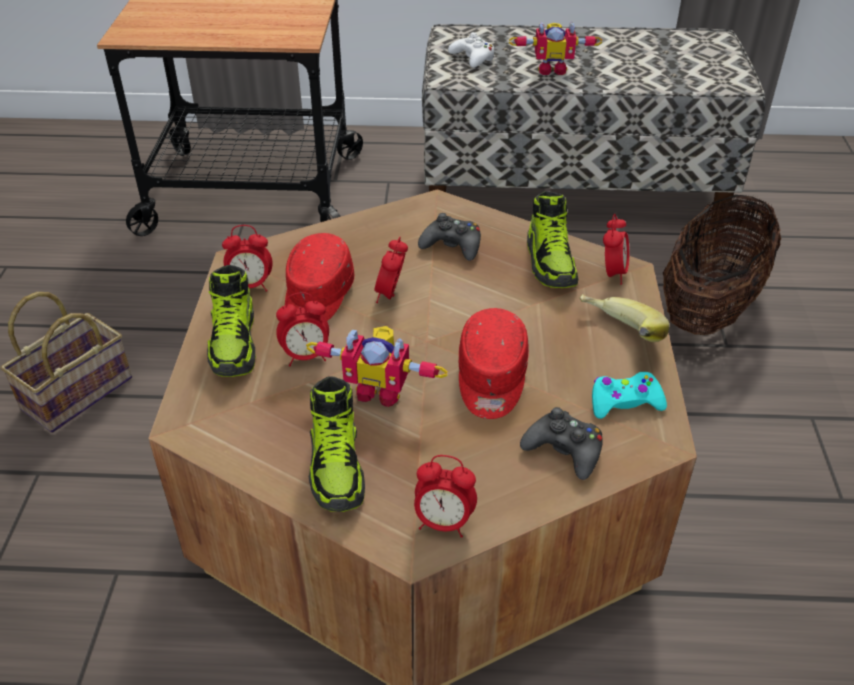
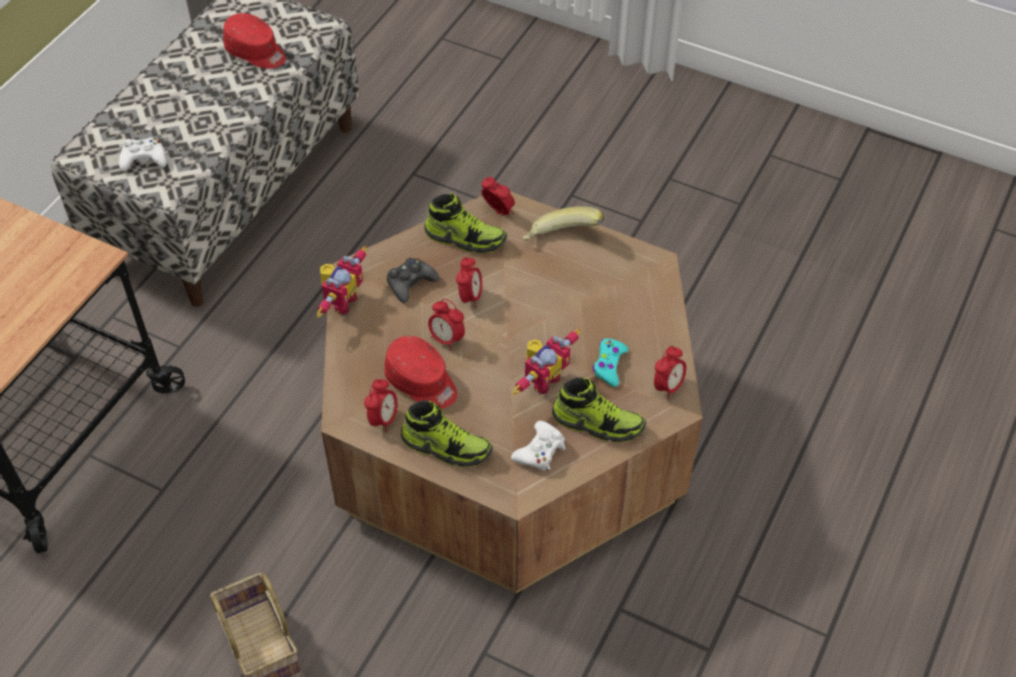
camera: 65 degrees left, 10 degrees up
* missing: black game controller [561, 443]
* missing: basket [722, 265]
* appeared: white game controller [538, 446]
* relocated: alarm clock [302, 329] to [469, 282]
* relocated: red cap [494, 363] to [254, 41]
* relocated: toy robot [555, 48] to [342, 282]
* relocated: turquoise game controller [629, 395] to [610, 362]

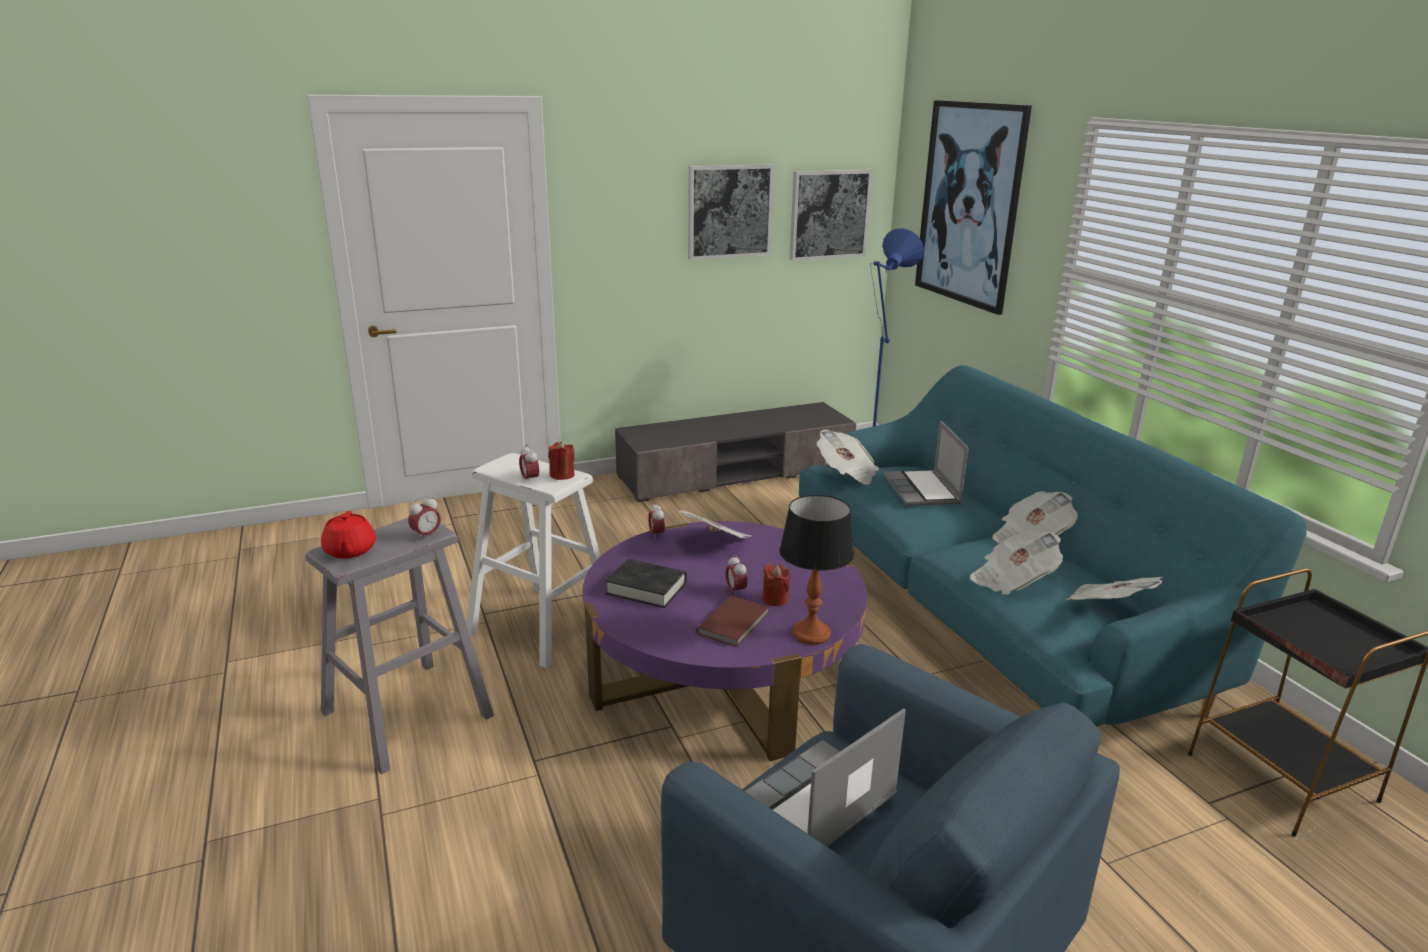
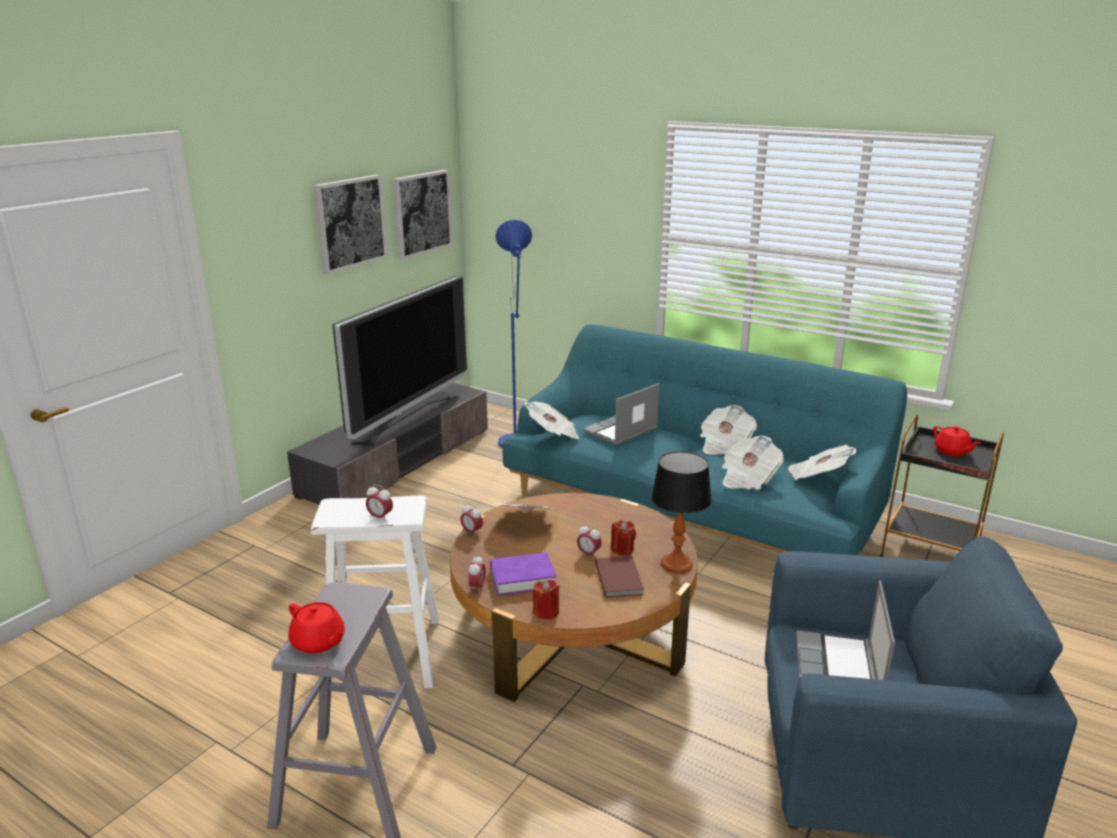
camera: 35 degrees left, 0 degrees up
* missing: picture [973, 207]
* appeared: television [399, 360]
* appeared: red teapot [956, 441]
* relocated: alarm clock [424, 518] to [477, 574]
* relocated: red candle [561, 460] to [546, 600]
* colour: purple coffee table [725, 641] to brown coffee table [574, 597]
* colour: black book [646, 583] to purple book [523, 574]
* spun: laptop [926, 463] = [621, 414] 90 degrees clockwise

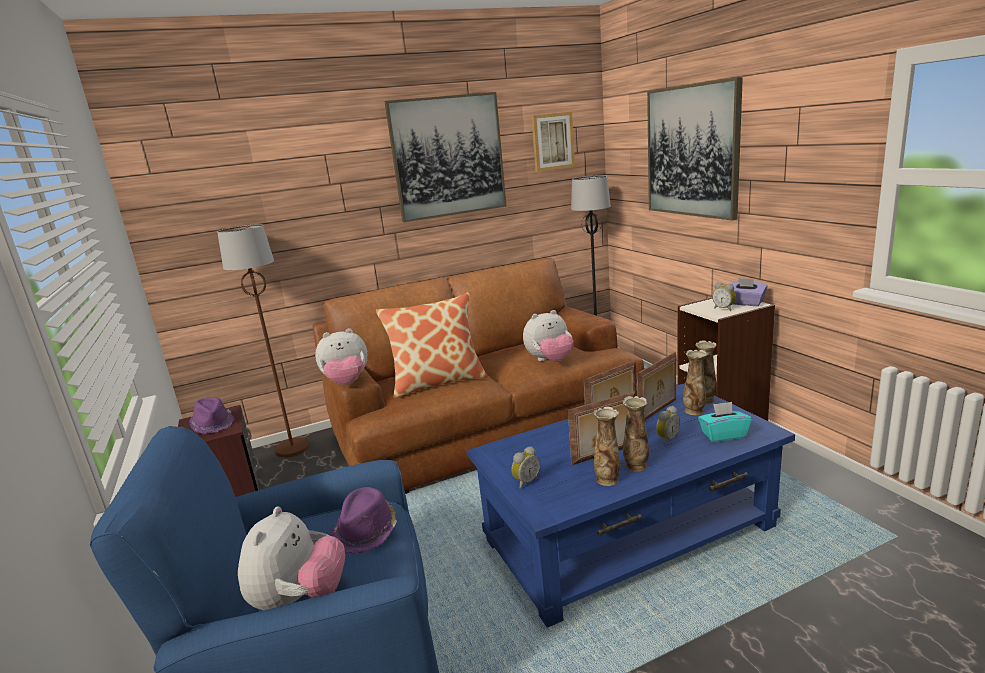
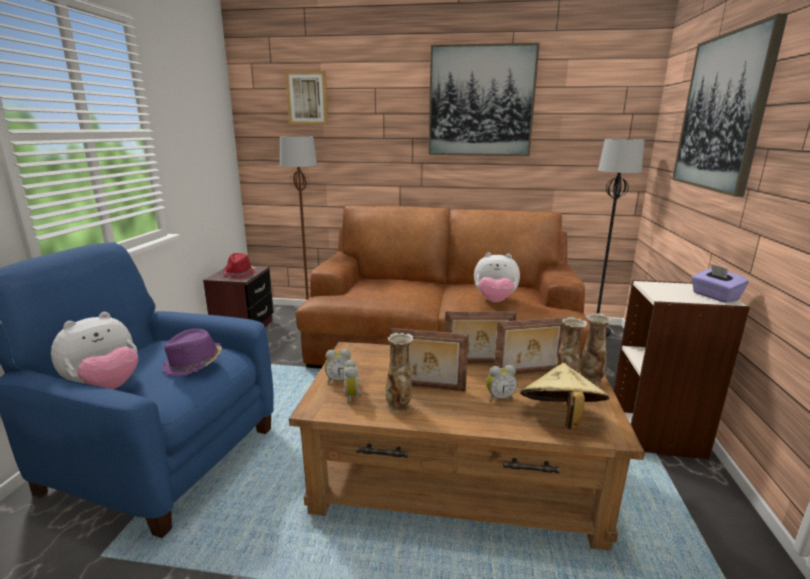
camera: 30 degrees right, 0 degrees up
* missing: plush toy [341, 356]
* missing: pillow [431, 345]
* missing: vase [636, 434]
* relocated: picture [553, 142] to [306, 98]
* relocated: alarm clock [724, 296] to [353, 381]
* exchanged: turquoise tissue box [725, 422] to beige hat [564, 396]
* colour: purple hat [211, 415] to red hat [239, 265]
* colour: blue coffee table [631, 505] to brown coffee table [467, 446]

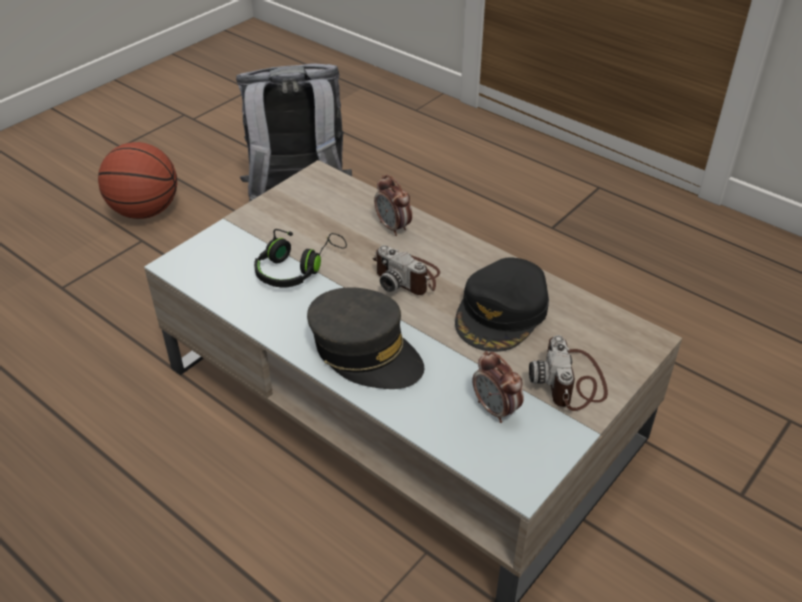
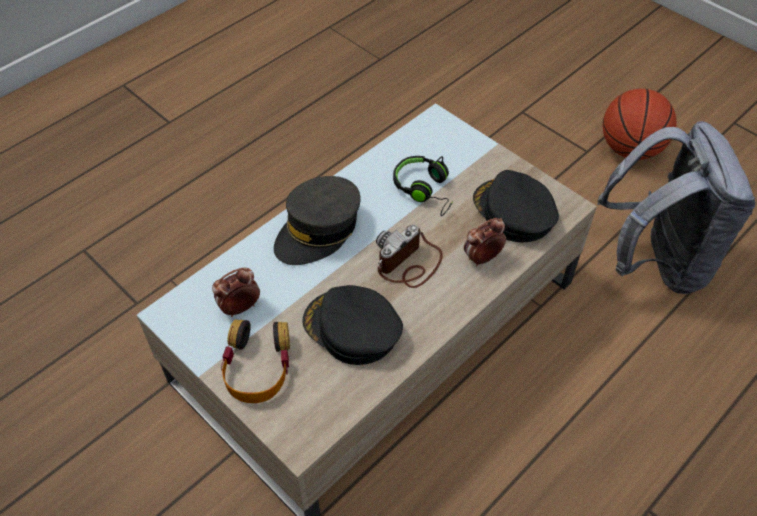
camera: 95 degrees right, 10 degrees up
* appeared: black cap [516, 206]
* exchanged: photo camera [568, 373] to headphones [255, 361]

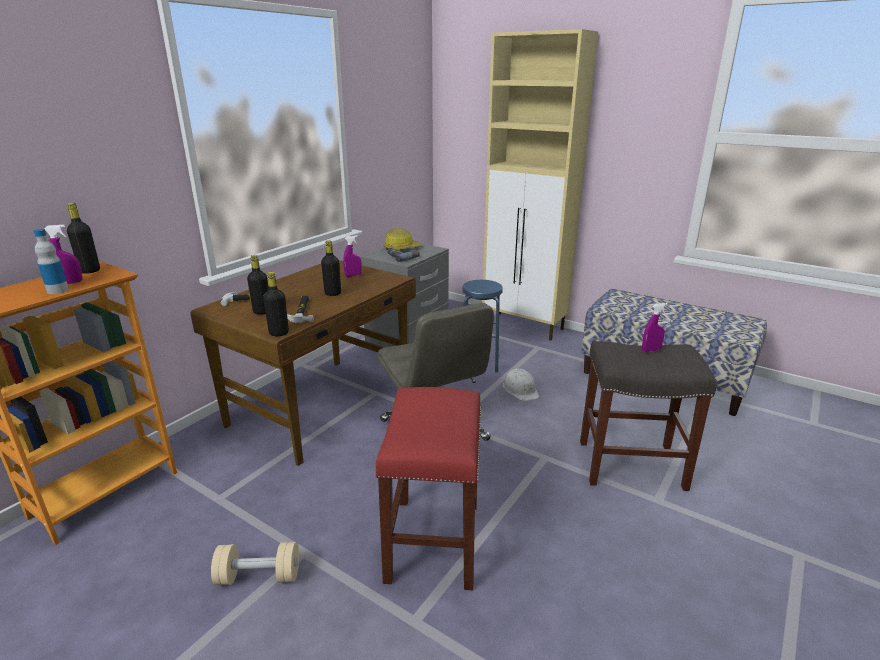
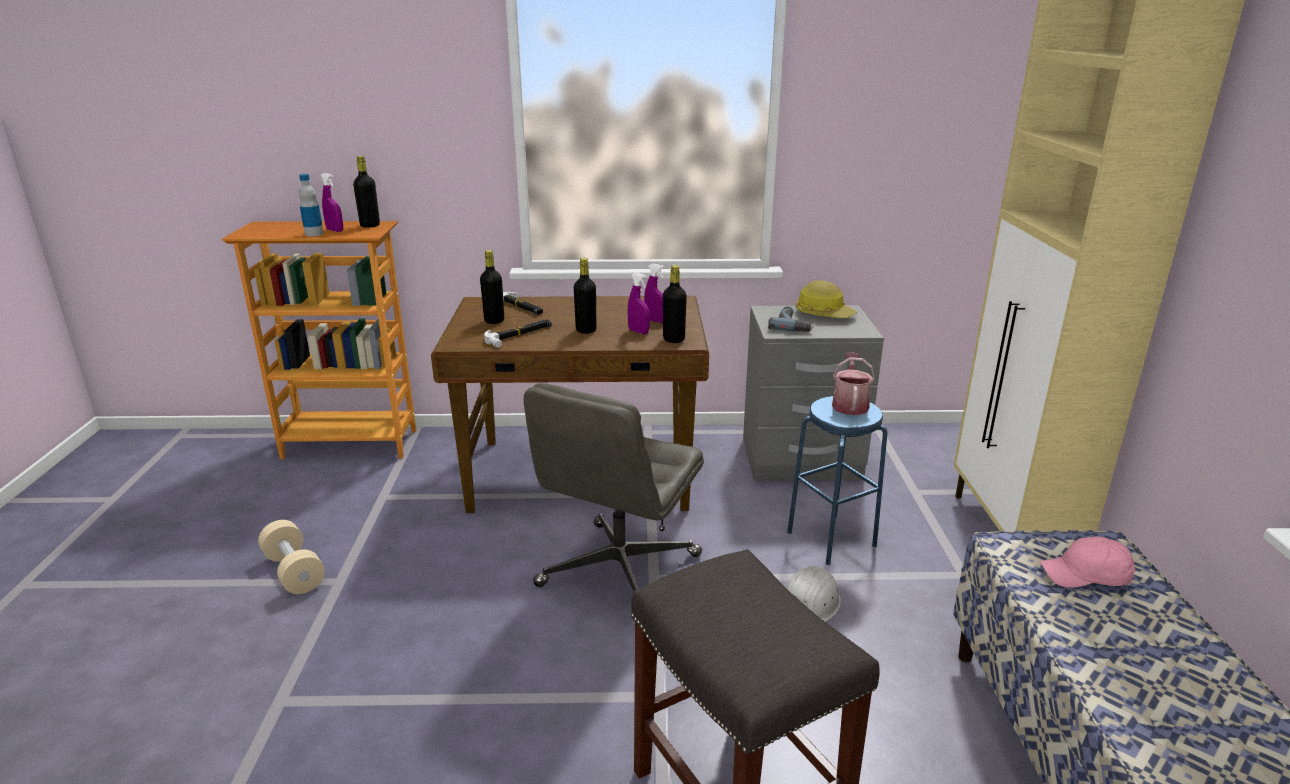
camera: 55 degrees right, 0 degrees up
* missing: red stool [428, 488]
* appeared: watering can [853, 383]
* appeared: pink cap [1087, 562]
* relocated: black bottle [276, 304] to [675, 304]
* relocated: purple spray bottle [655, 327] to [639, 303]

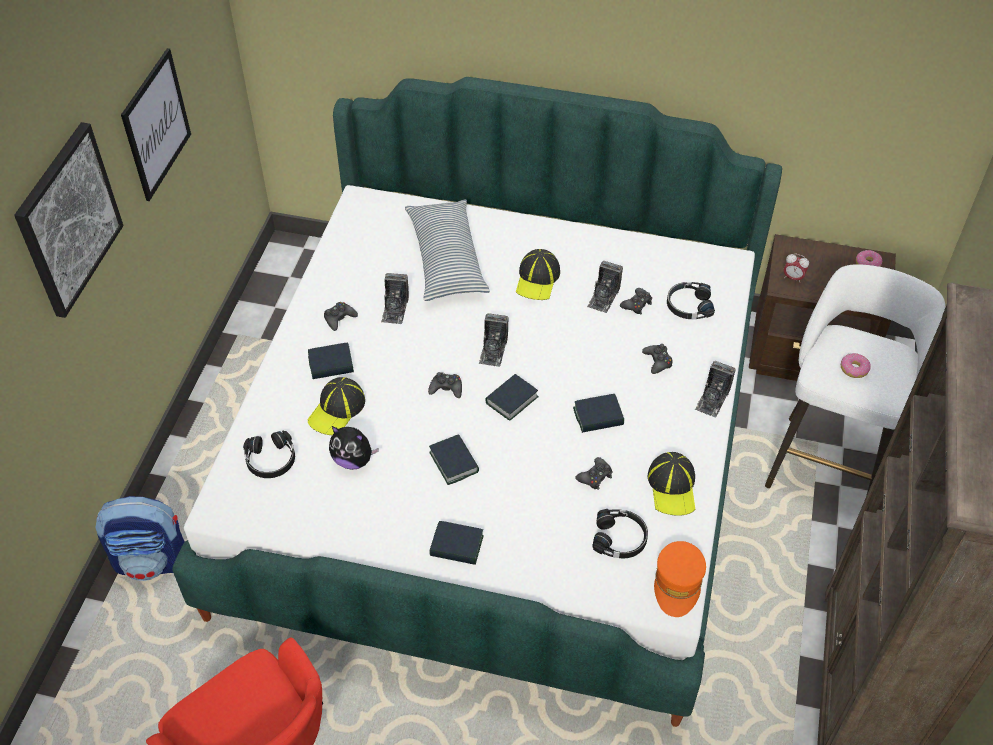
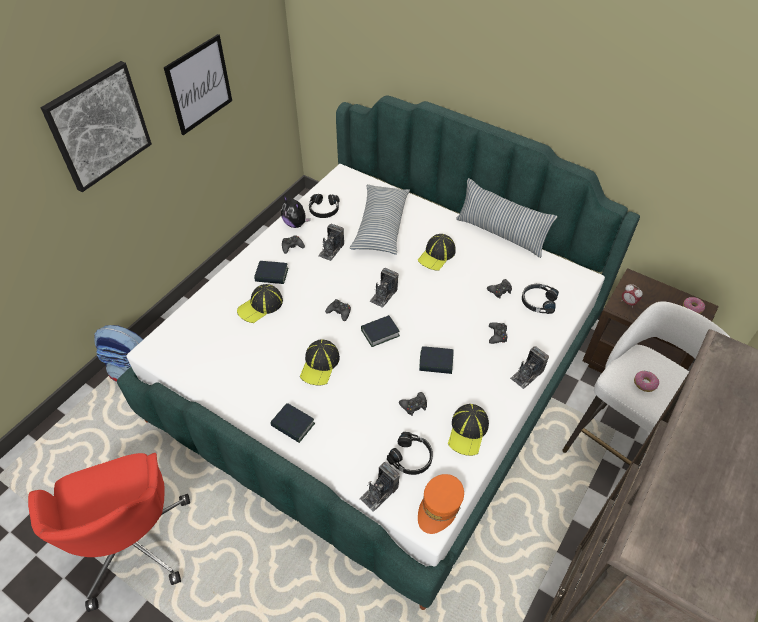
camera: 20 degrees right, 0 degrees up
* appeared: pillow [506, 218]
* relocated: black headphones [269, 454] to [324, 206]
* relocated: plush toy [354, 448] to [295, 212]
* relocated: photo camera [605, 287] to [379, 487]
* exchanged: book [454, 459] to cap [320, 362]

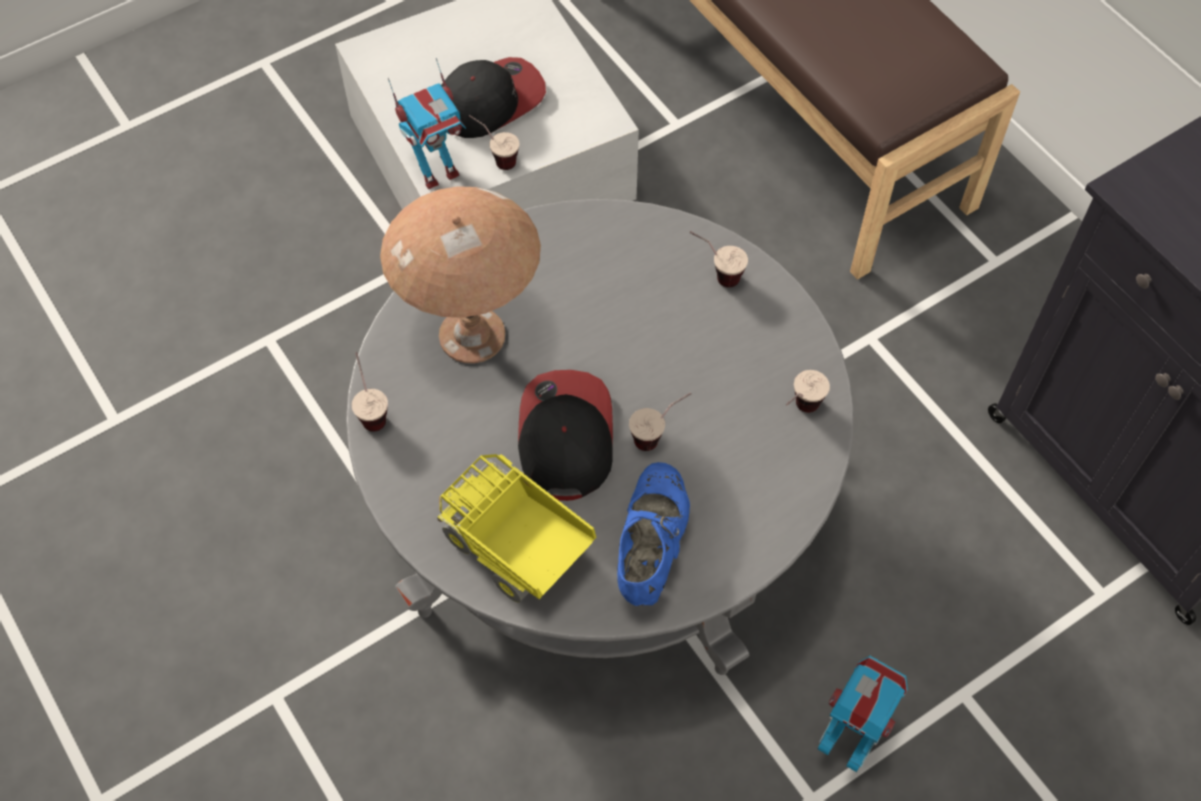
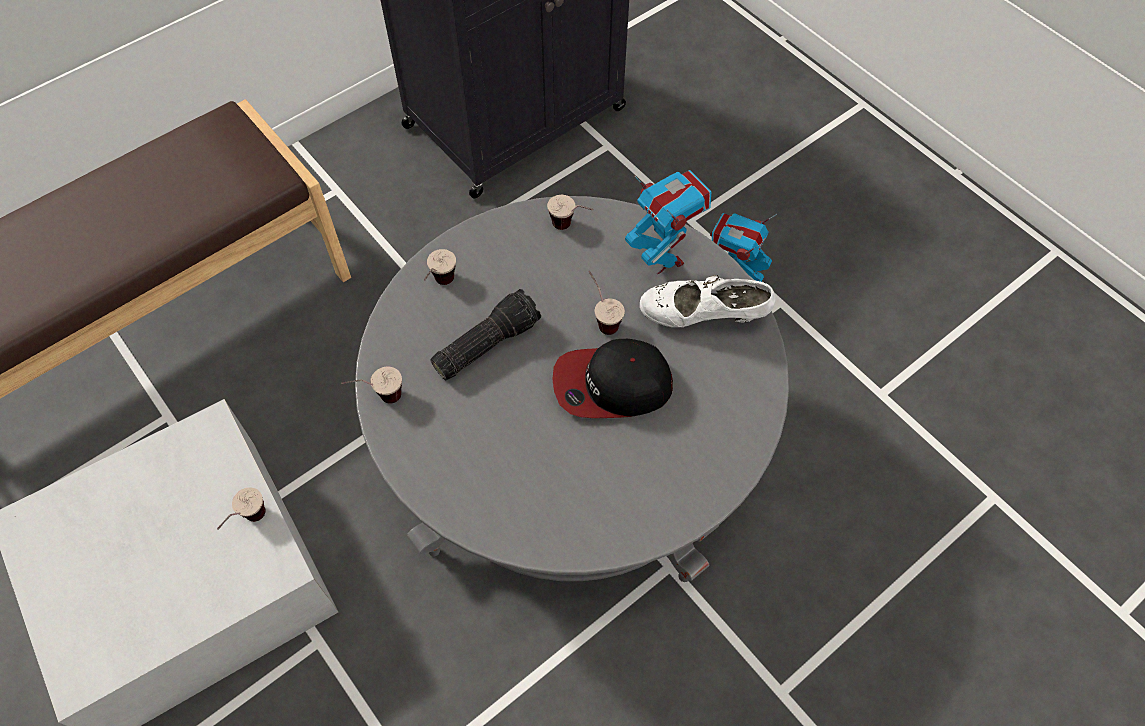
camera: 95 degrees left, 0 degrees up
* missing: brown table lamp [460, 275]
* missing: toy truck [517, 528]
* missing: cap [493, 97]
* appeared: flashlight [485, 334]
* relocated: cup [370, 392] to [371, 385]
* relocated: toy robot [427, 123] to [668, 222]
* colour: blue shoe [653, 534] to white shoe [707, 301]

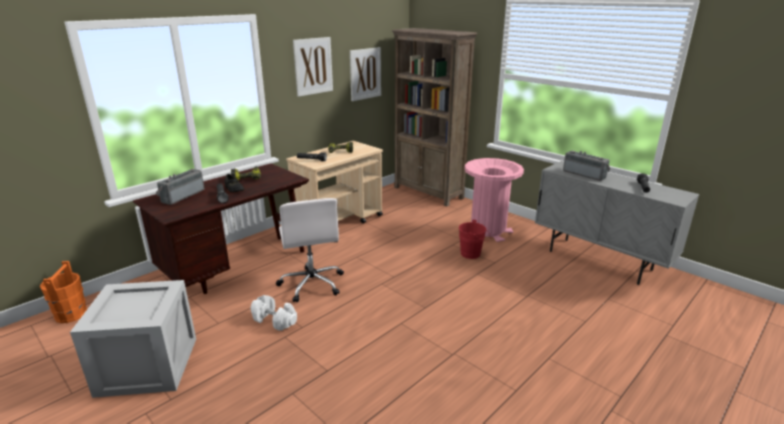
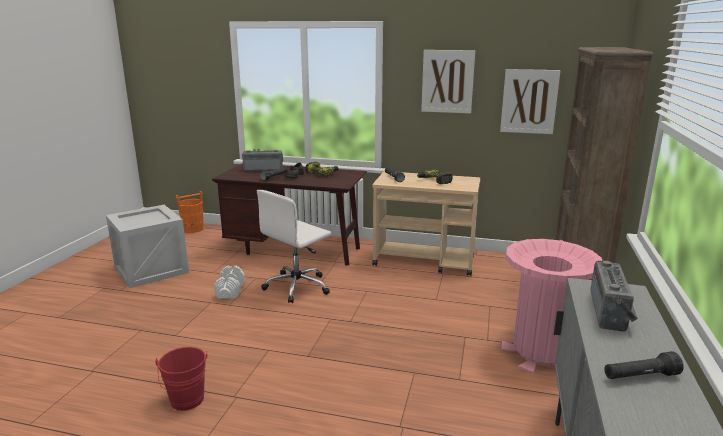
camera: 60 degrees right, 5 degrees down
* relocated: red bucket [475, 239] to [181, 379]

